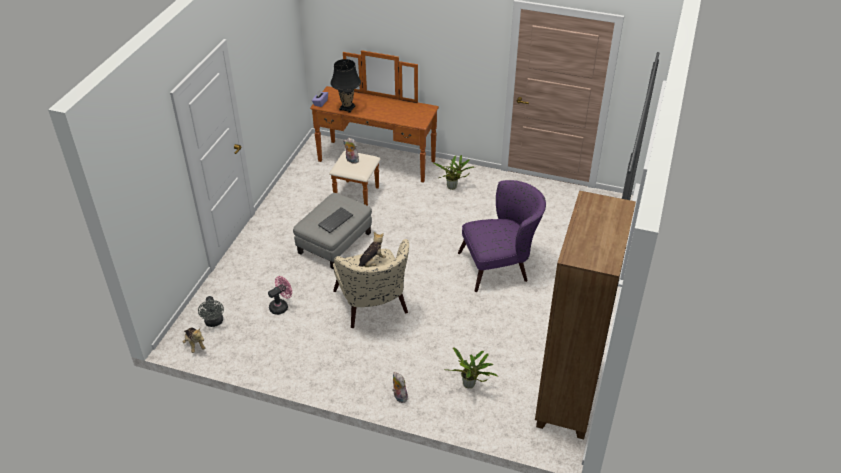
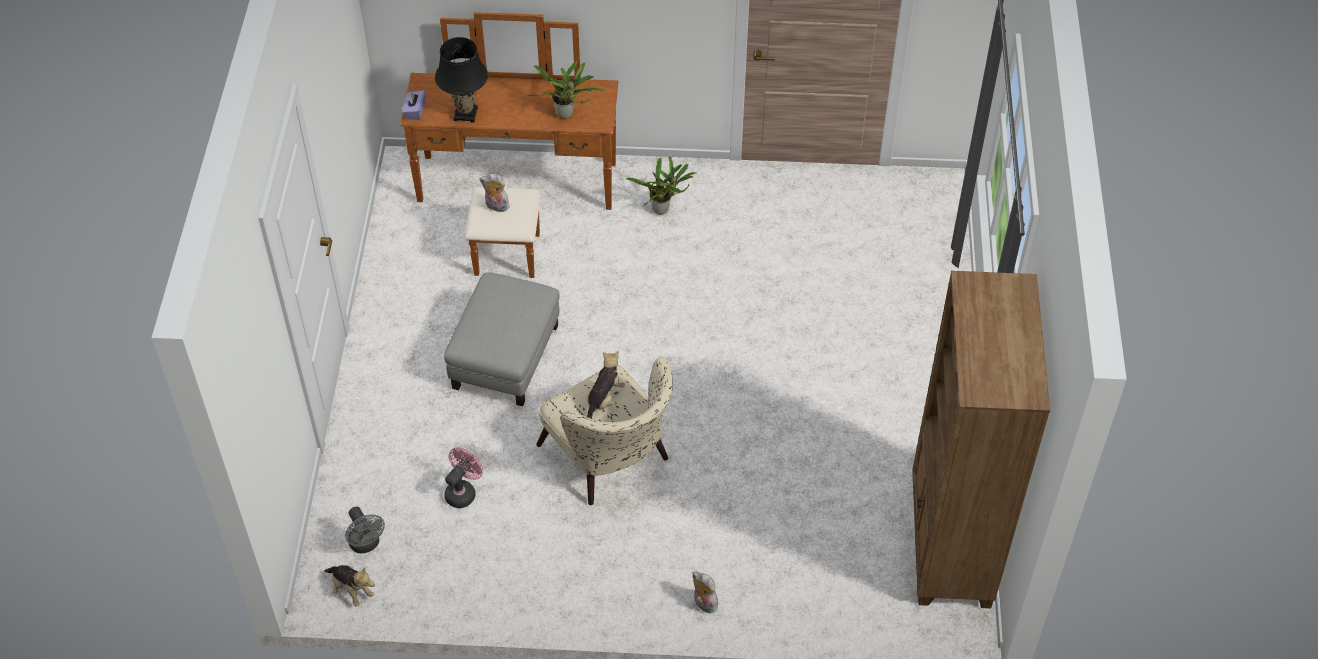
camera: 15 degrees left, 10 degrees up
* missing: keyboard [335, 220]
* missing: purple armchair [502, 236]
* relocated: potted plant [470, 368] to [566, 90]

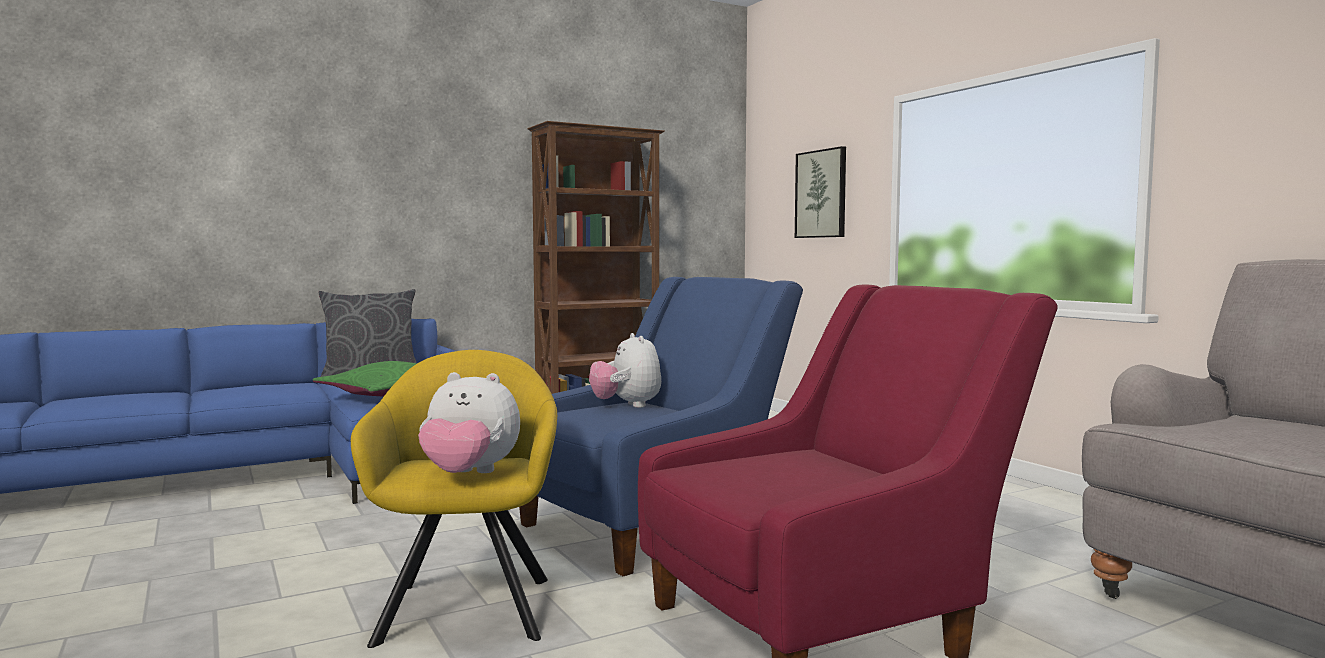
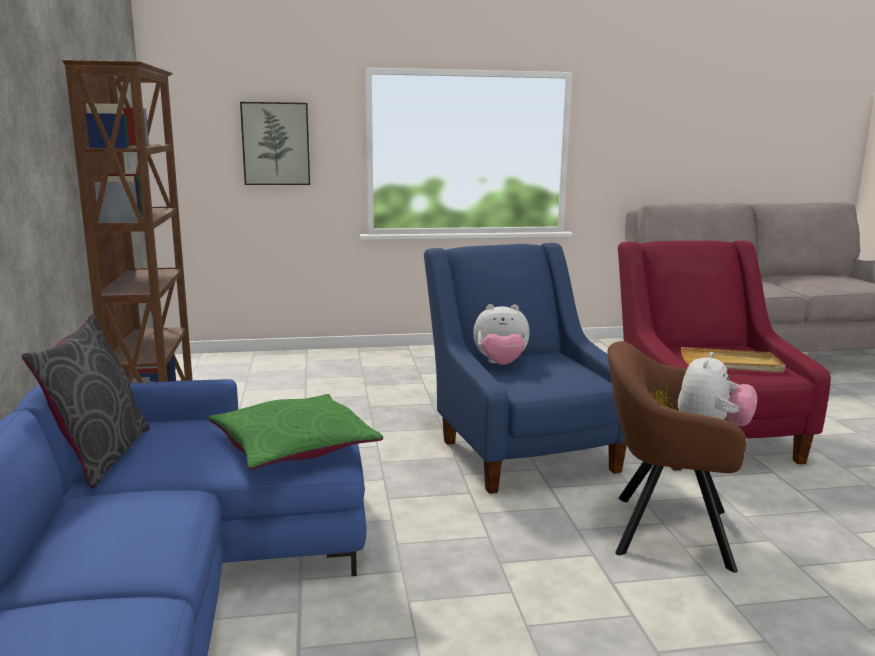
camera: 70 degrees left, 10 degrees up
* appeared: beige tray [733, 359]
* colour: yellow armchair [454, 499] to brown armchair [676, 457]

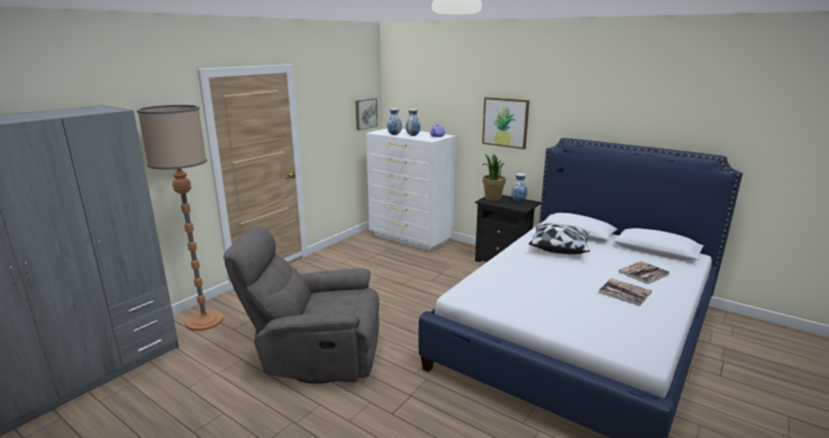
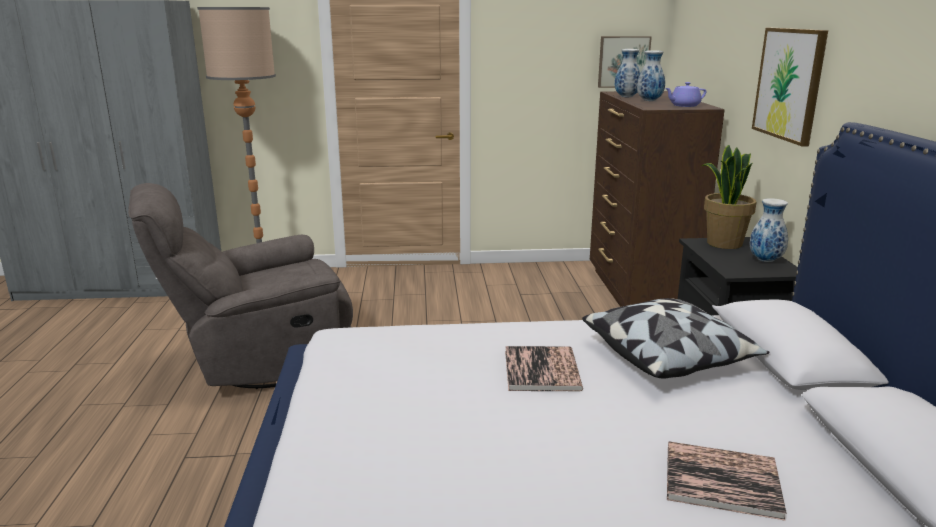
camera: 50 degrees right, 0 degrees up
* relocated: book [625, 292] to [544, 368]
* colour: white dresser [411, 189] to brown dresser [657, 199]
* spun: grey armchair [301, 304] = [240, 286] 75 degrees counterclockwise

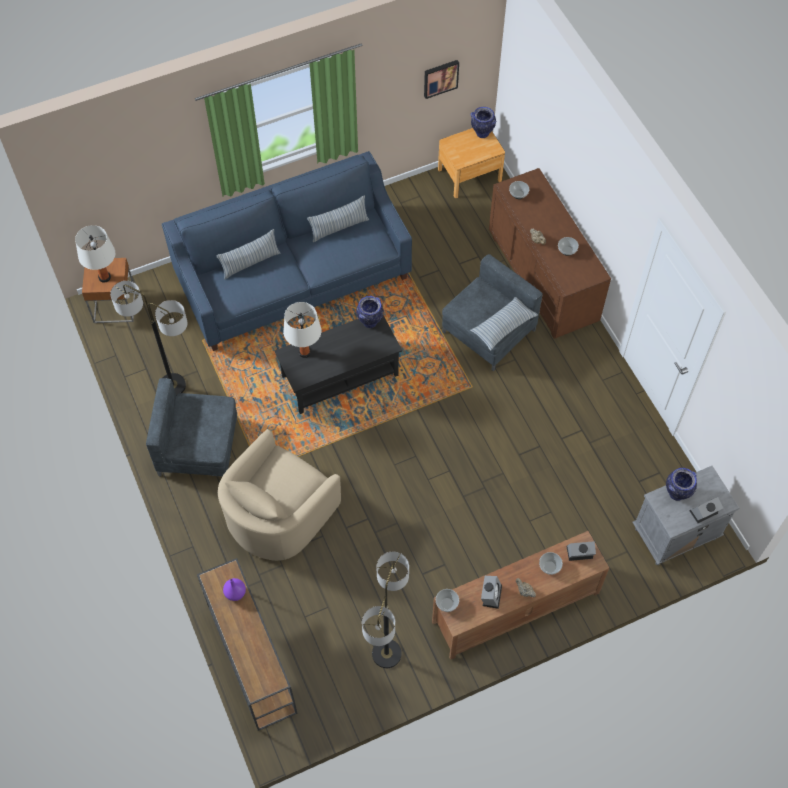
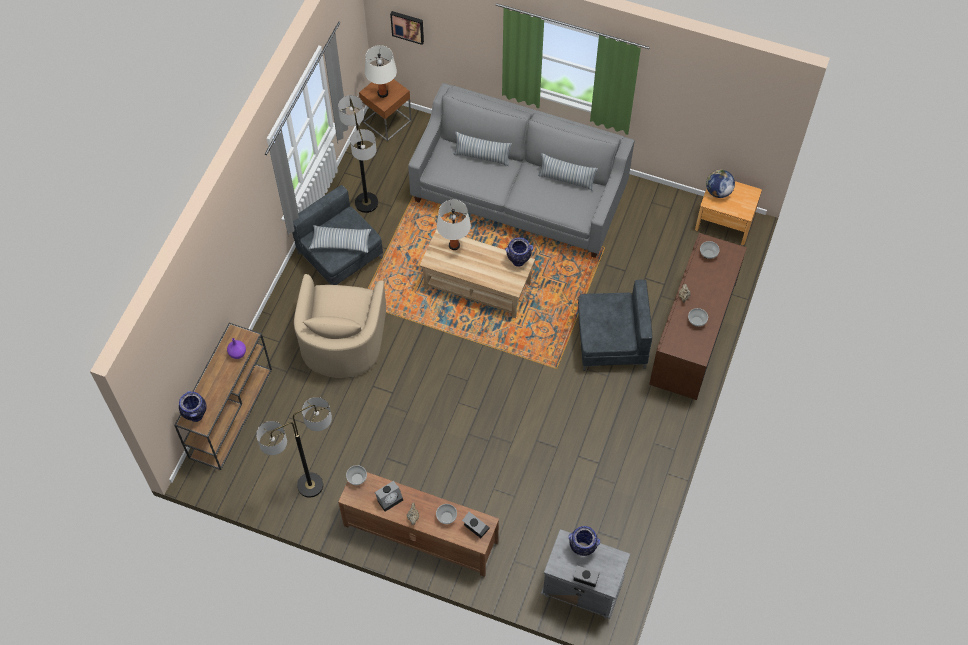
camera: 45 degrees right, 0 degrees up
* appeared: globe [720, 184]
* relocated: picture [441, 79] to [407, 28]
* relocated: pillow [504, 323] to [340, 239]
* relocated: vase [483, 122] to [193, 406]
* colour: blue sofa [287, 251] to grey sofa [521, 170]
* colour: black coffee table [338, 364] to beige coffee table [477, 273]
* spun: beige armchair [279, 495] = [340, 326] 75 degrees counterclockwise

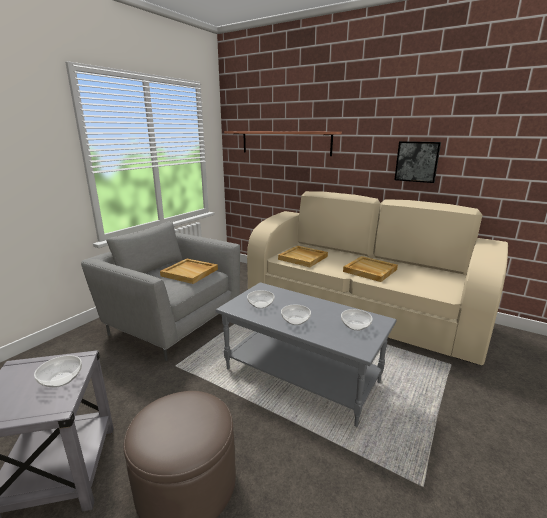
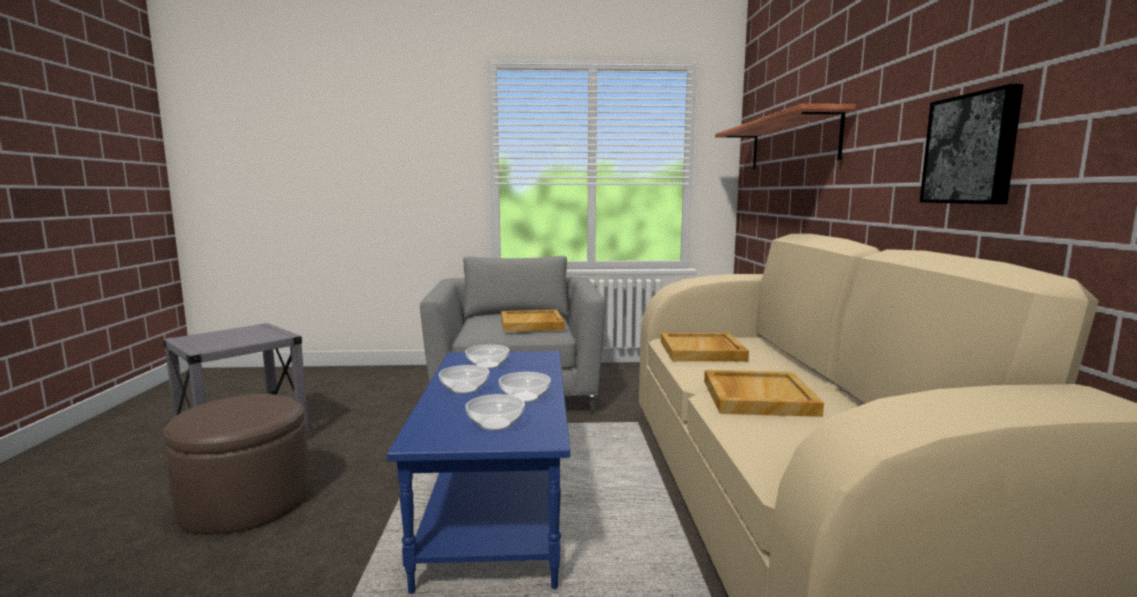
camera: 55 degrees right, 10 degrees down
* relocated: bowl [58, 371] to [525, 387]
* colour: grey coffee table [306, 354] to blue coffee table [478, 472]

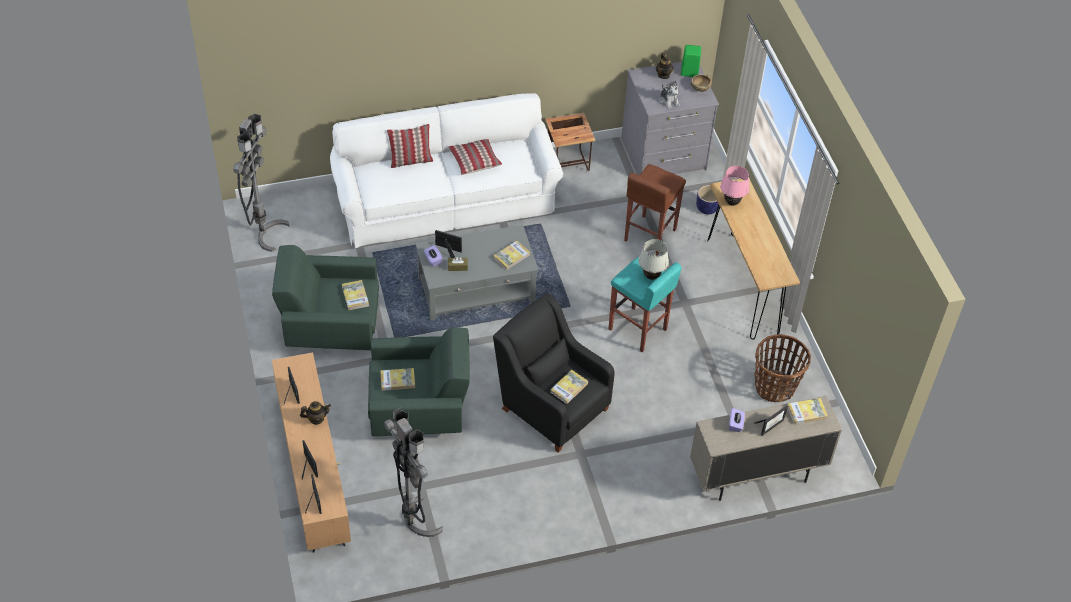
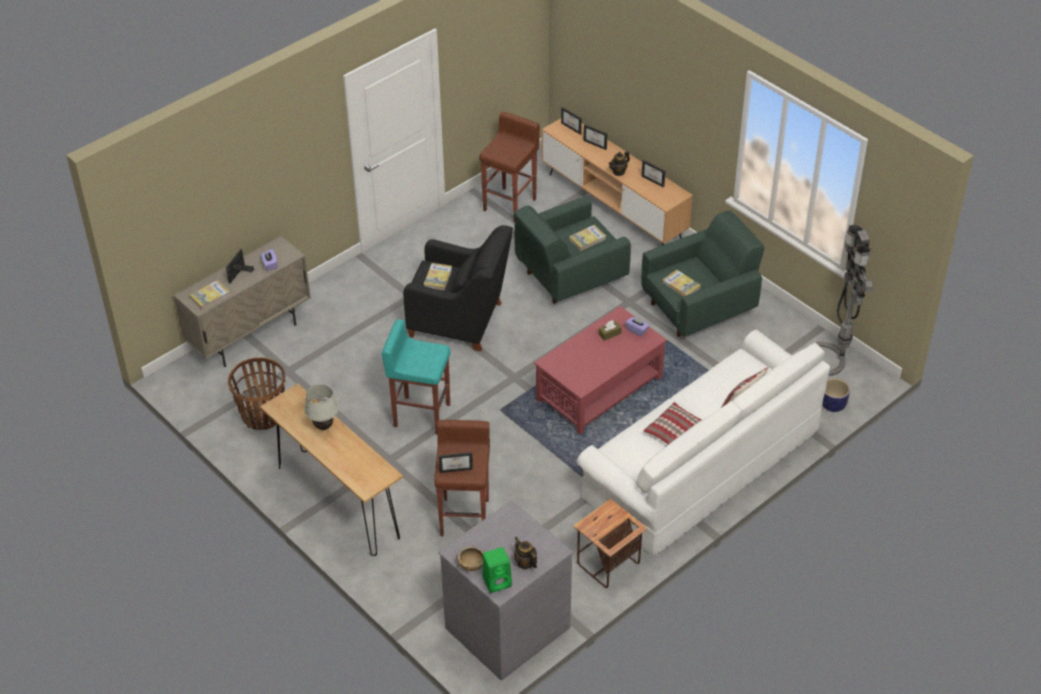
camera: 155 degrees right, 5 degrees down
* missing: book [511, 255]
* missing: plush toy [669, 94]
* missing: pink table lamp [735, 186]
* relocated: picture frame [448, 244] to [456, 462]
* relocated: white table lamp [653, 259] to [321, 407]
* relocated: planter [707, 199] to [836, 395]
* exchanged: grey floor lamp [413, 472] to brown stool [509, 167]
* colour: grey coffee table [477, 272] to red coffee table [600, 370]

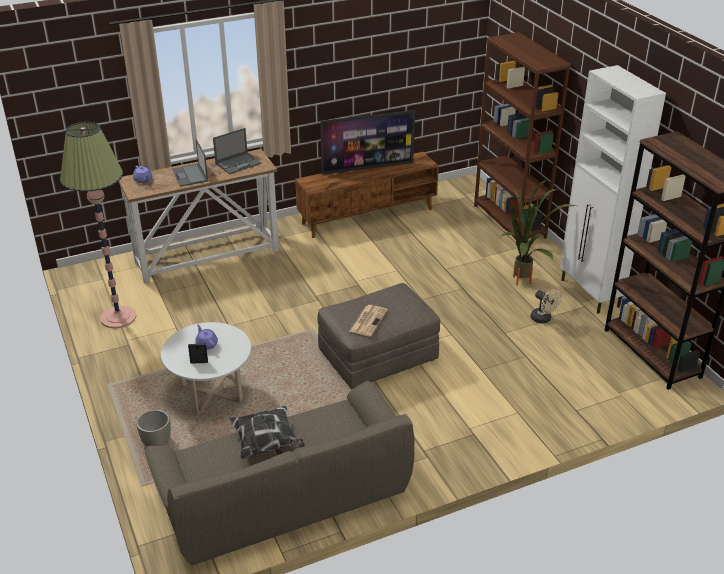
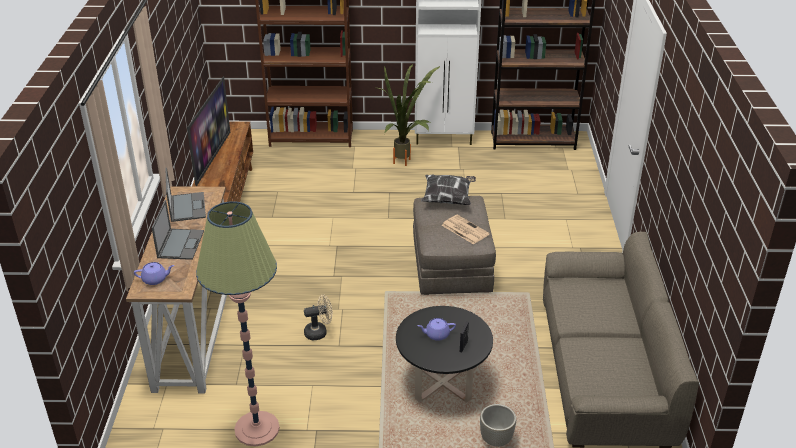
camera: 65 degrees left, 0 degrees up
* relocated: pillow [267, 432] to [448, 190]
* relocated: beige fan [545, 306] to [318, 317]
* colour: white coffee table [206, 368] to black coffee table [444, 354]
* spun: laptop [190, 163] = [178, 230] 90 degrees counterclockwise

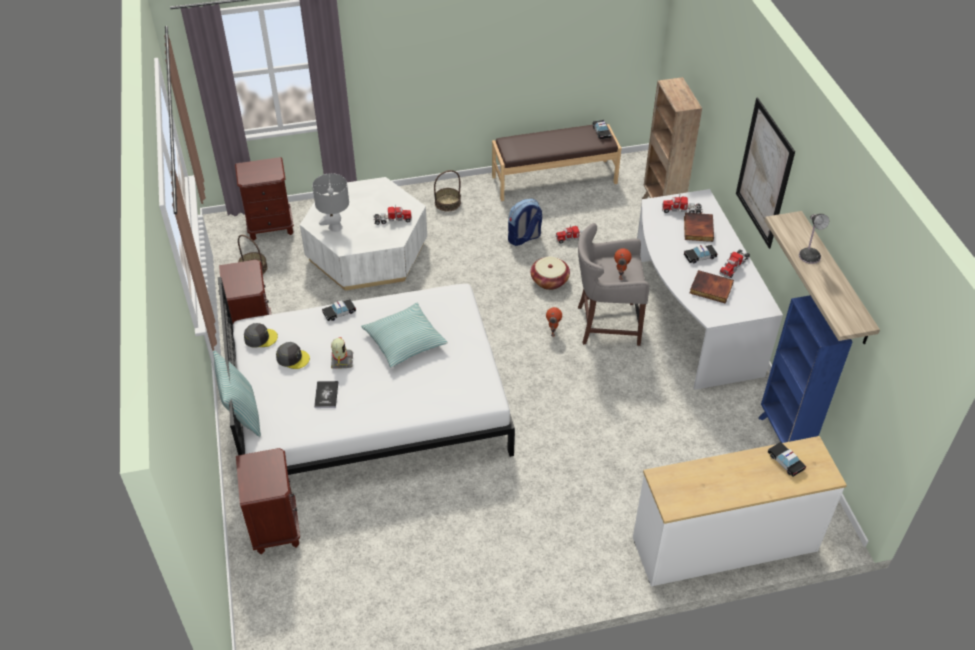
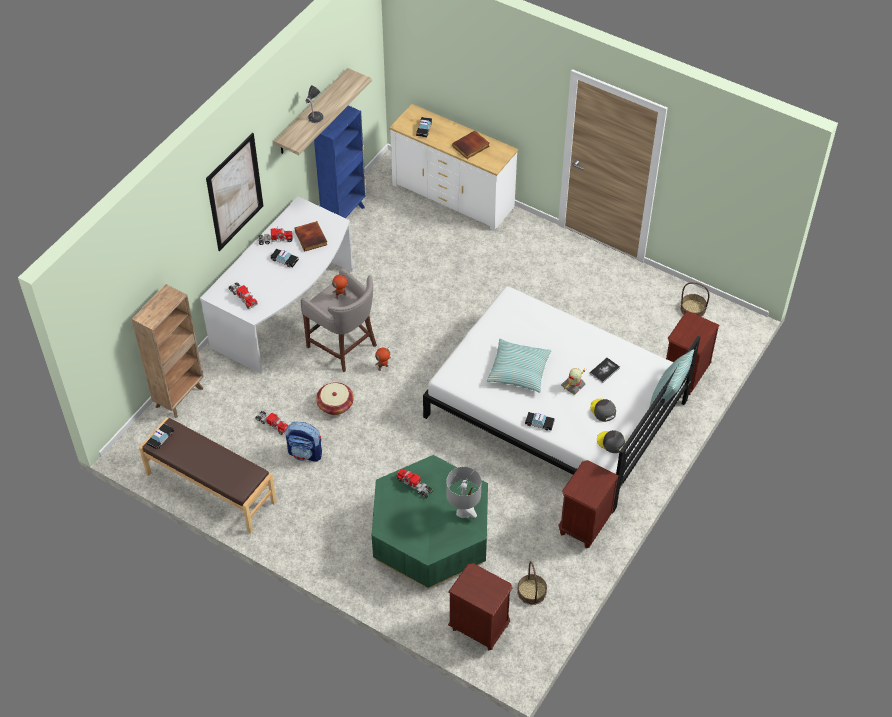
camera: 135 degrees left, 5 degrees up
* relocated: basket [447, 190] to [695, 299]
* relocated: book [699, 227] to [470, 145]
* colour: white coffee table [363, 234] to green coffee table [430, 522]

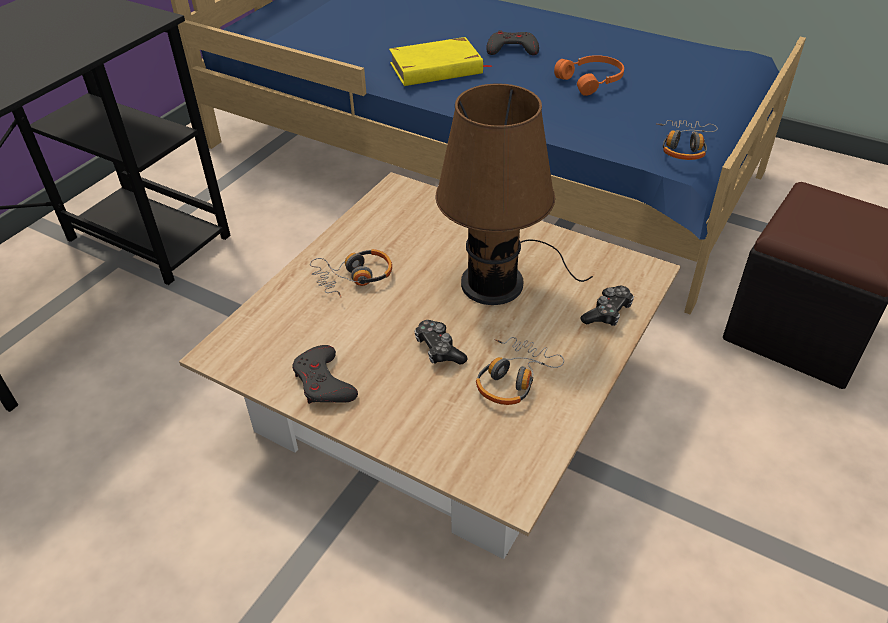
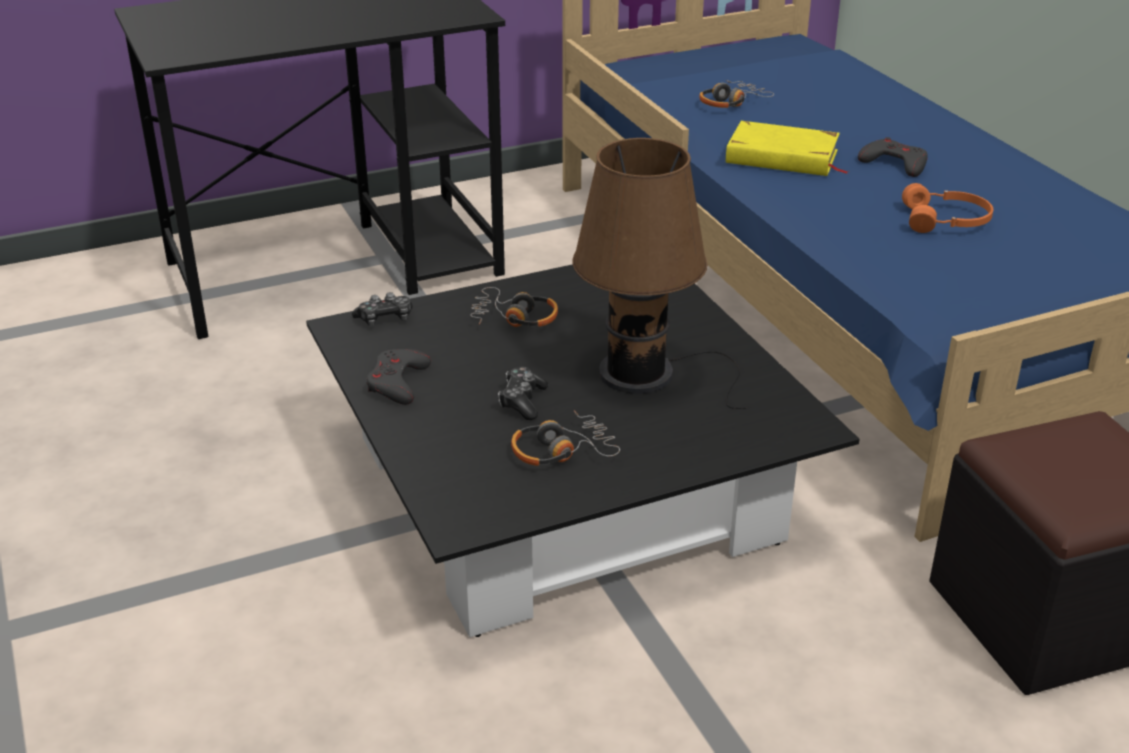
camera: 35 degrees right, 10 degrees down
* relocated: game controller [607, 306] to [382, 309]
* relocated: headphones [687, 140] to [736, 94]
* colour: beige coffee table [430, 365] to black coffee table [582, 450]

